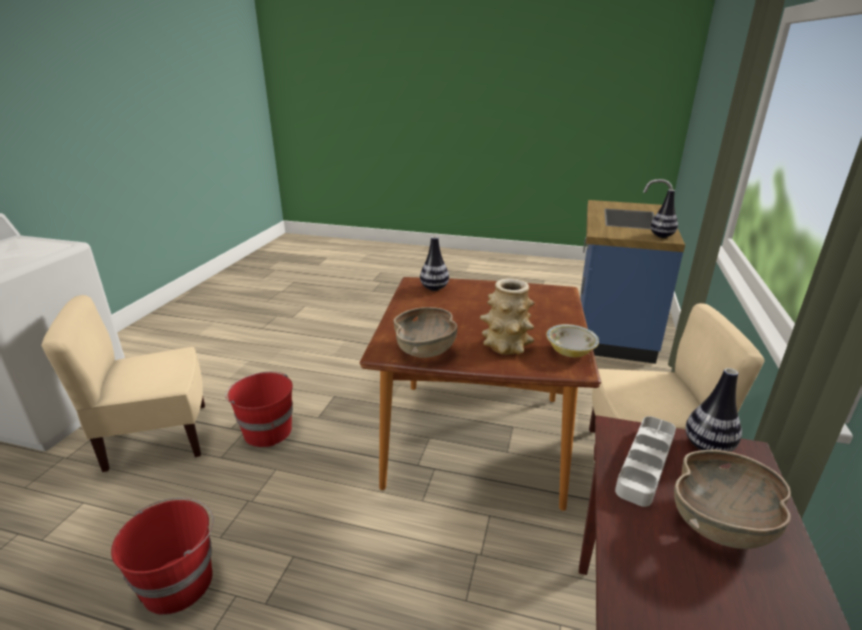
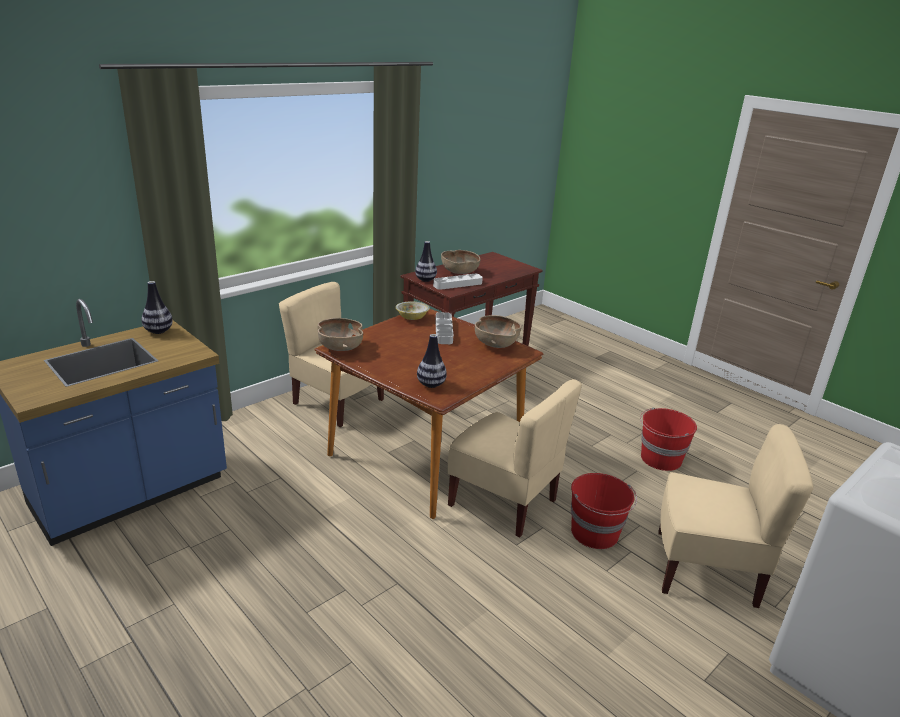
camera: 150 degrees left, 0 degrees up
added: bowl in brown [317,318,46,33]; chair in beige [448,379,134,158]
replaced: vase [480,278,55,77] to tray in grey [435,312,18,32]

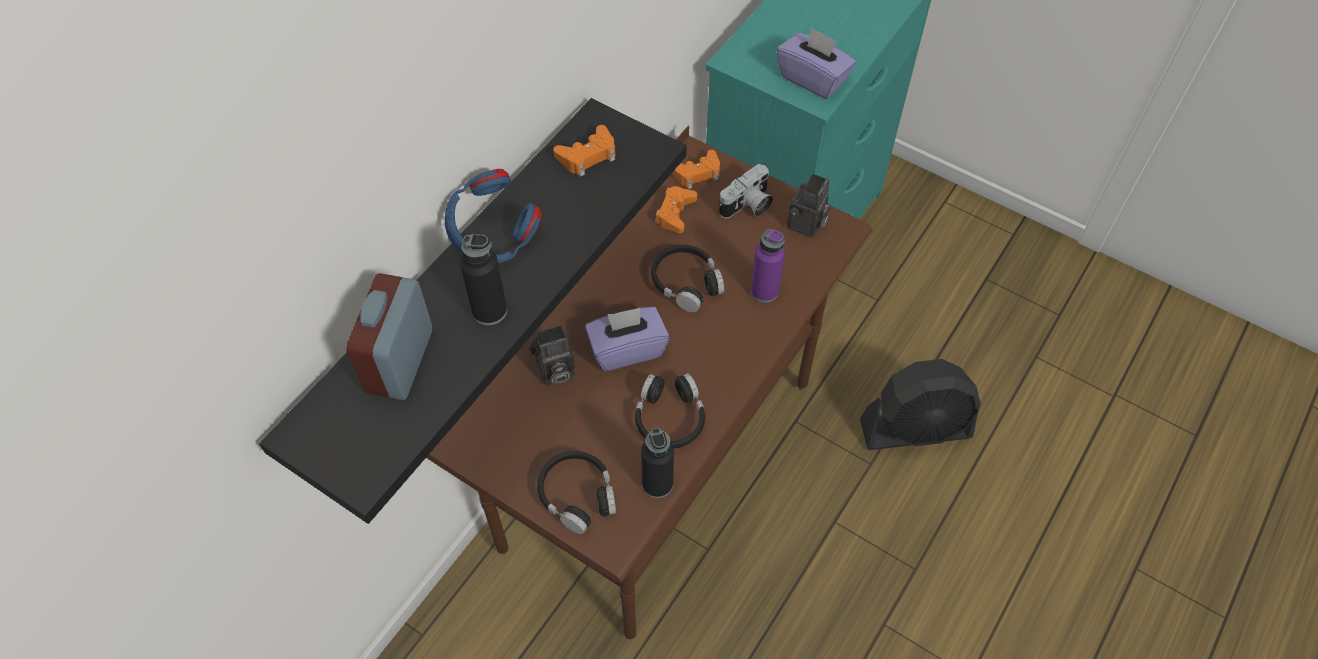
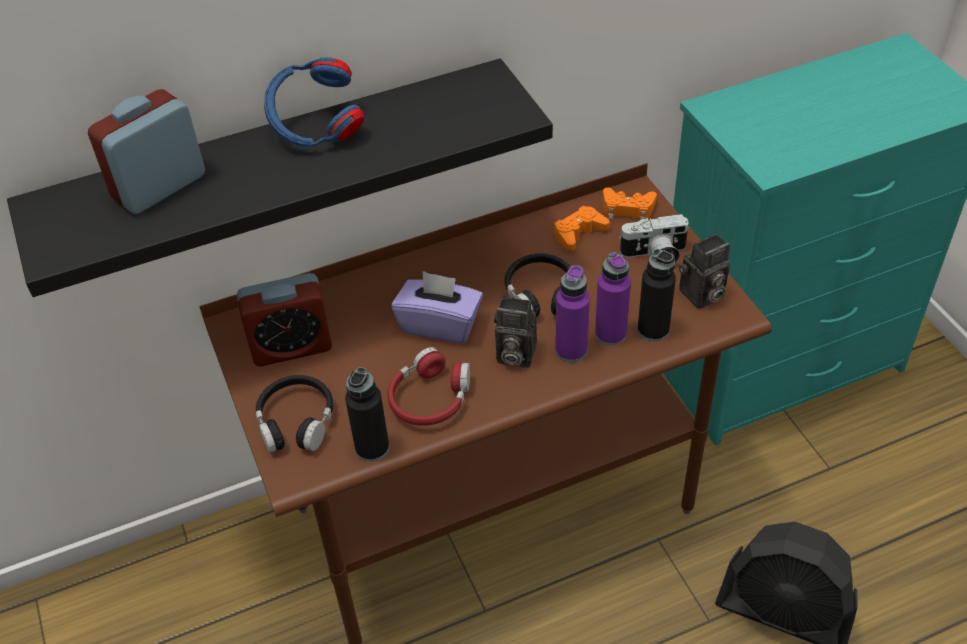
camera: 35 degrees right, 10 degrees down
removed: game controller in orange [553,125,62,52]; tissue box in purple [777,27,79,72]
added: alarm clock [237,273,95,93]; bottle in purple [555,265,35,97]
moved: bottle in black [460,233,47,92] to [638,249,38,93]; photo camera [528,325,47,60] to [494,296,43,72]
recoloured: headphones in black [635,373,70,75] to headphones in red [387,347,83,79]

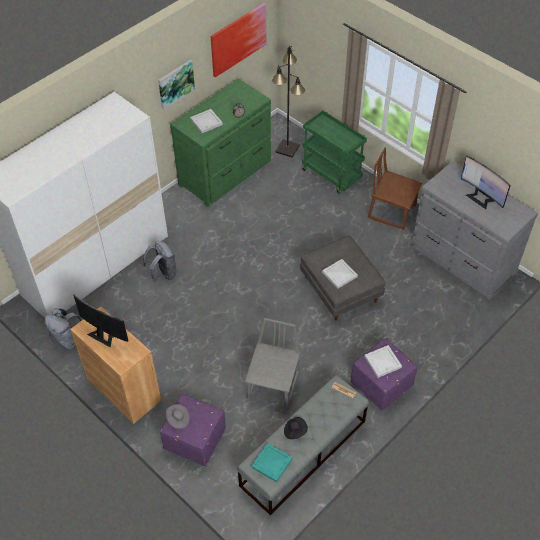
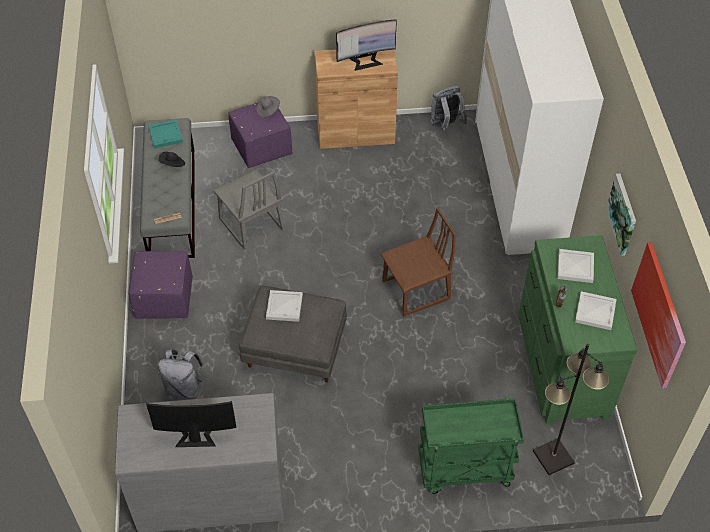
camera: 130 degrees right, 0 degrees up
moved: backpack in grey [143,241,33,41] to [158,349,45,50]; tray in white [364,345,38,33] to [575,291,41,39]; chair in brown [368,147,54,83] to [381,208,75,109]

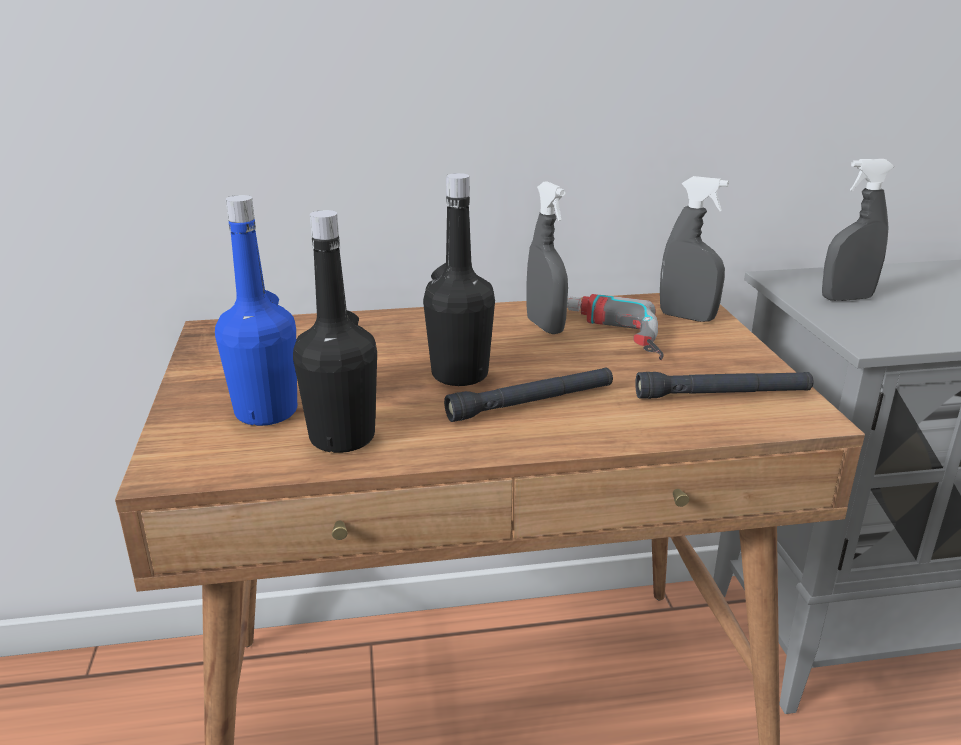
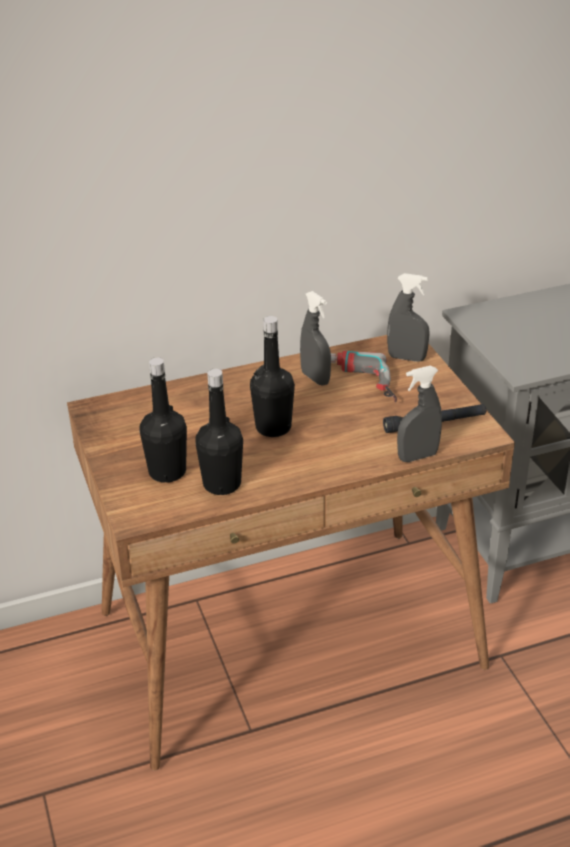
camera: 10 degrees left, 10 degrees up
removed: flashlight in black [444,368,169,54]
moved: spray bottle in grey [822,159,72,142] to [397,366,45,96]
recoloured: bottle in blue [215,195,82,231] to bottle in black [140,357,47,126]

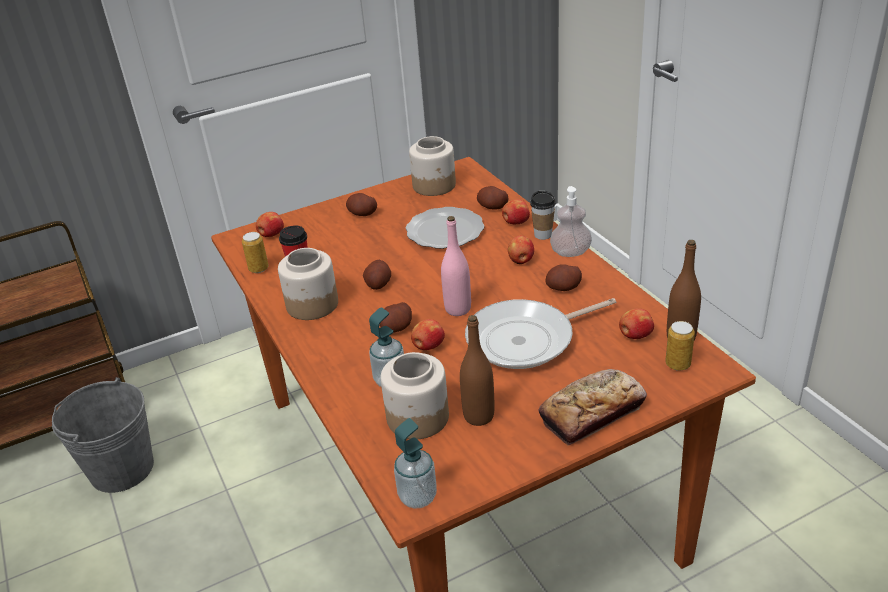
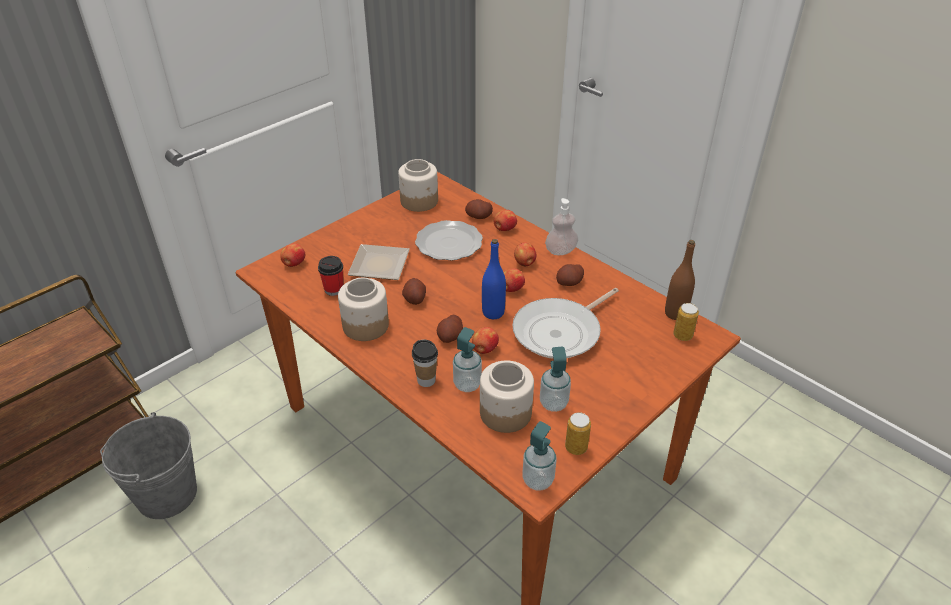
camera: 20 degrees left, 5 degrees up
removed: potato [346,193,31,23]; bread [538,369,109,77]
added: plate [347,244,63,36]
moved: can [242,232,27,41] to [565,412,26,43]; cup [530,191,26,49] to [412,340,26,47]; apple [619,308,35,31] to [503,268,22,24]
replaced: bottle in brown [460,315,34,111] to soap dispenser [540,346,31,66]
recoloured: bottle in pink [441,216,30,100] to bottle in blue [482,239,24,80]

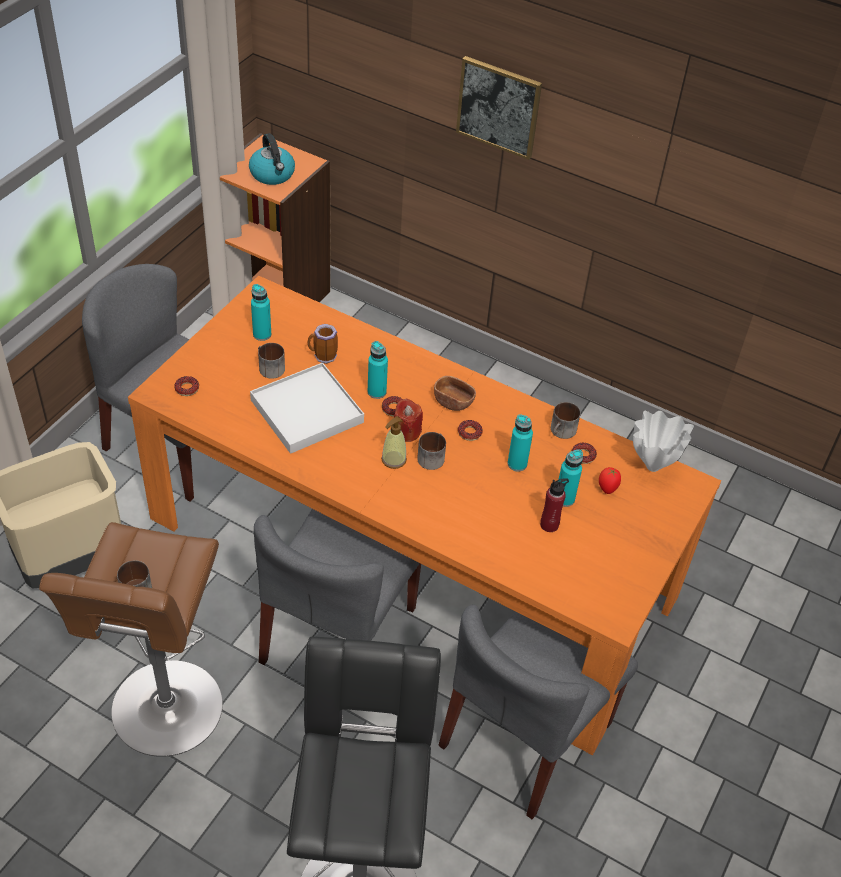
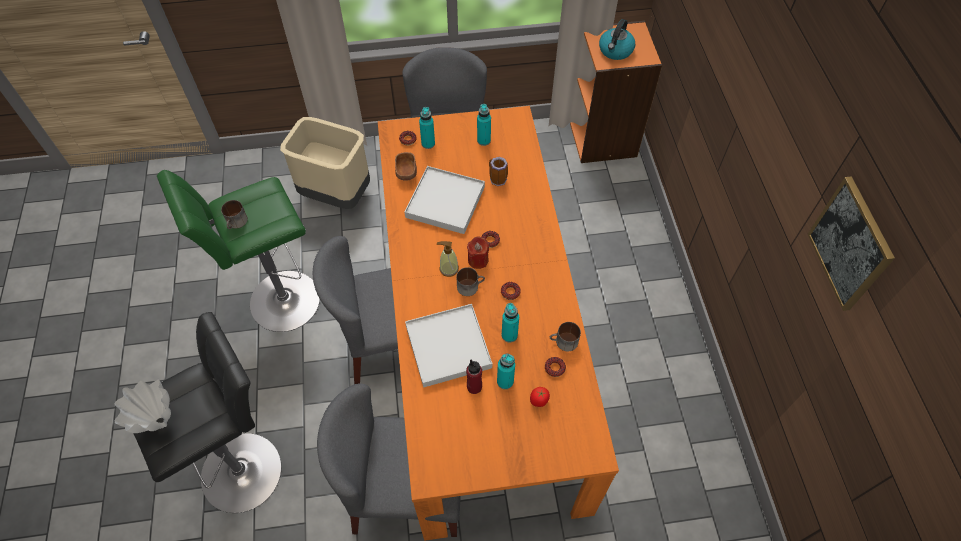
camera: 55 degrees right, 10 degrees up
removed: mug [258,343,27,36]
added: tray in white [405,304,87,84]
moved: bottle in turquoise [368,341,20,58] to [419,107,16,42]; bowl in brown [434,376,42,35] to [395,152,22,29]; picture [456,56,86,104] to [808,176,87,135]; vase in white [633,411,61,61] to [115,380,56,53]
recoloured: stool in brown [39,522,184,235] to stool in green [157,170,163,162]

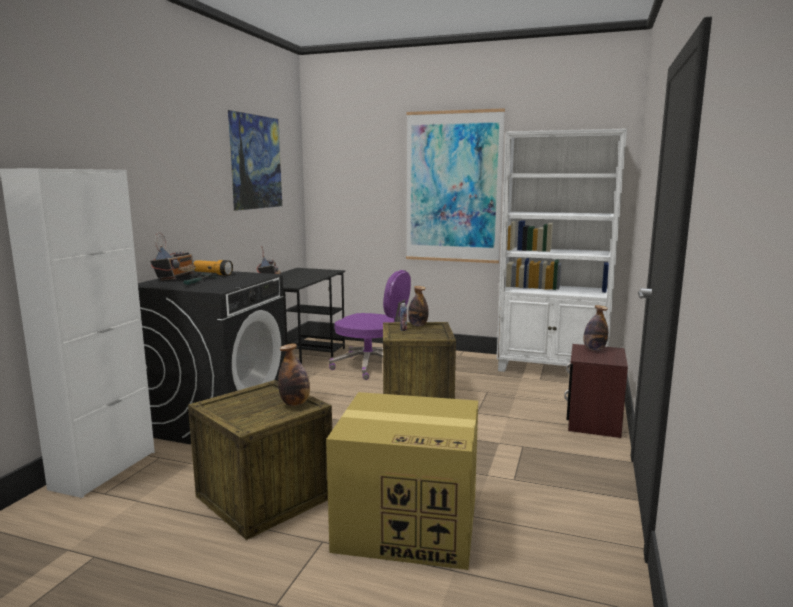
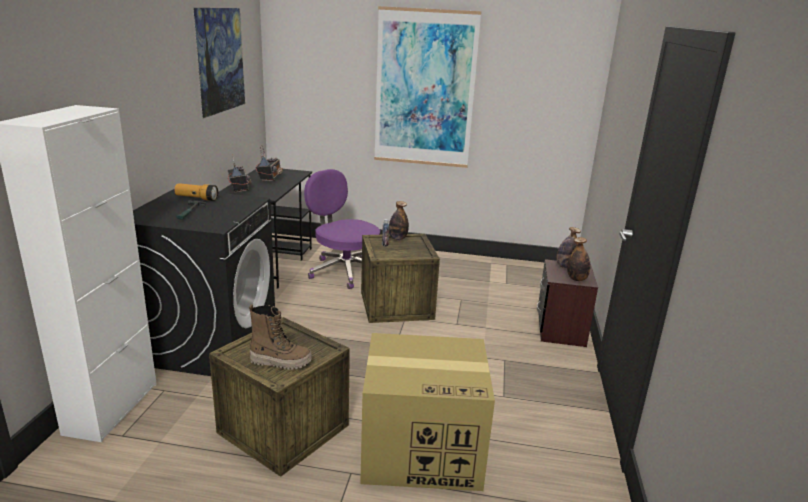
camera: 10 degrees left, 10 degrees up
removed: bookcase in white [497,129,130,243]
added: boot [249,304,63,66]
moved: radio [150,232,46,49] to [256,145,27,37]; bottle [278,343,32,63] to [567,237,23,44]
turned: office chair in purple [329,270,82,110] = [304,169,76,120] 150 degrees counterclockwise

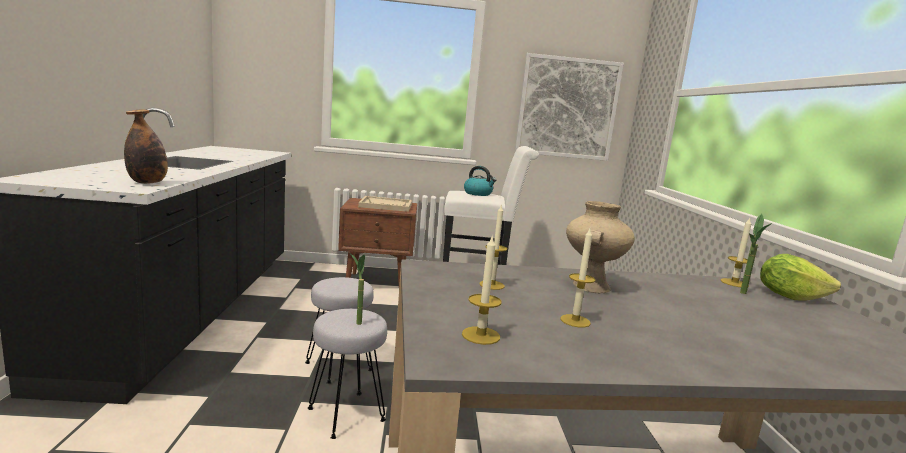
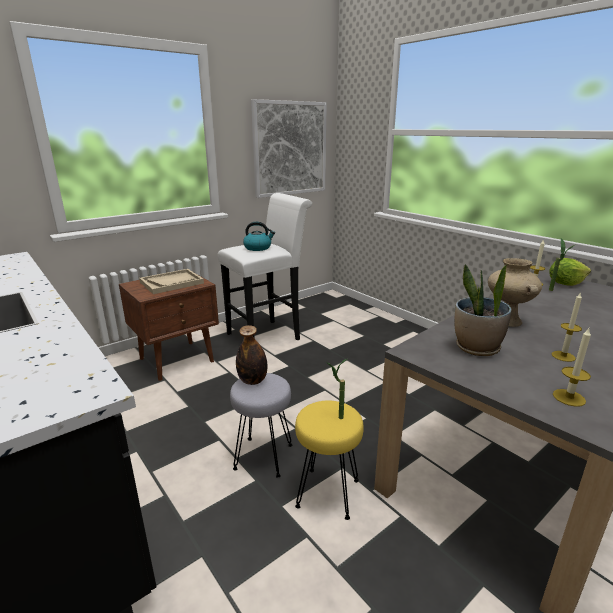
camera: 35 degrees left, 10 degrees up
moved: bottle [124,110,44,74] to [236,325,31,60]
replaced: candle [479,205,28,85] to potted plant [454,264,58,92]
recoloured: stool in grey [308,309,79,130] to stool in yellow [295,401,69,119]

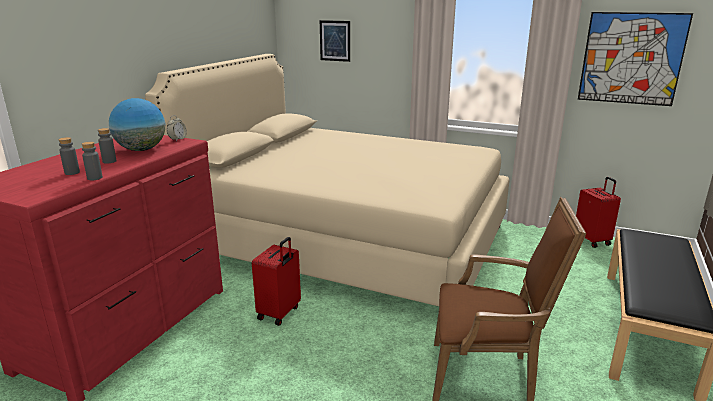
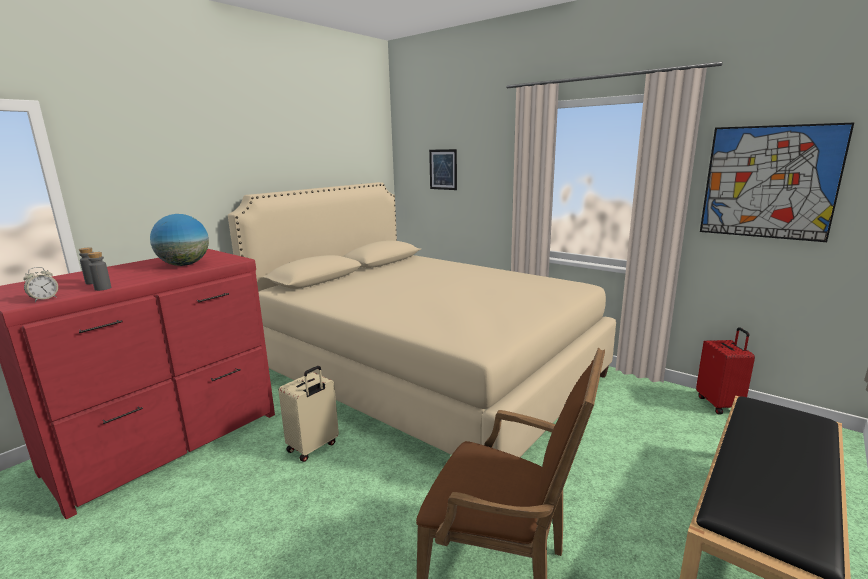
camera: 15 degrees right, 5 degrees down
removed: bottle in grey [98,128,18,36]
moved: alarm clock [167,115,20,26] to [23,267,35,35]
recoloured: suitcase in red [252,237,49,89] to suitcase in beige [278,366,61,96]

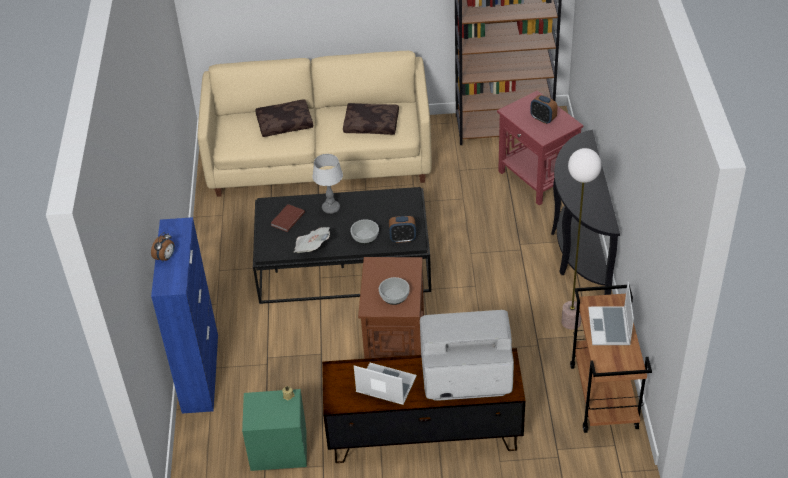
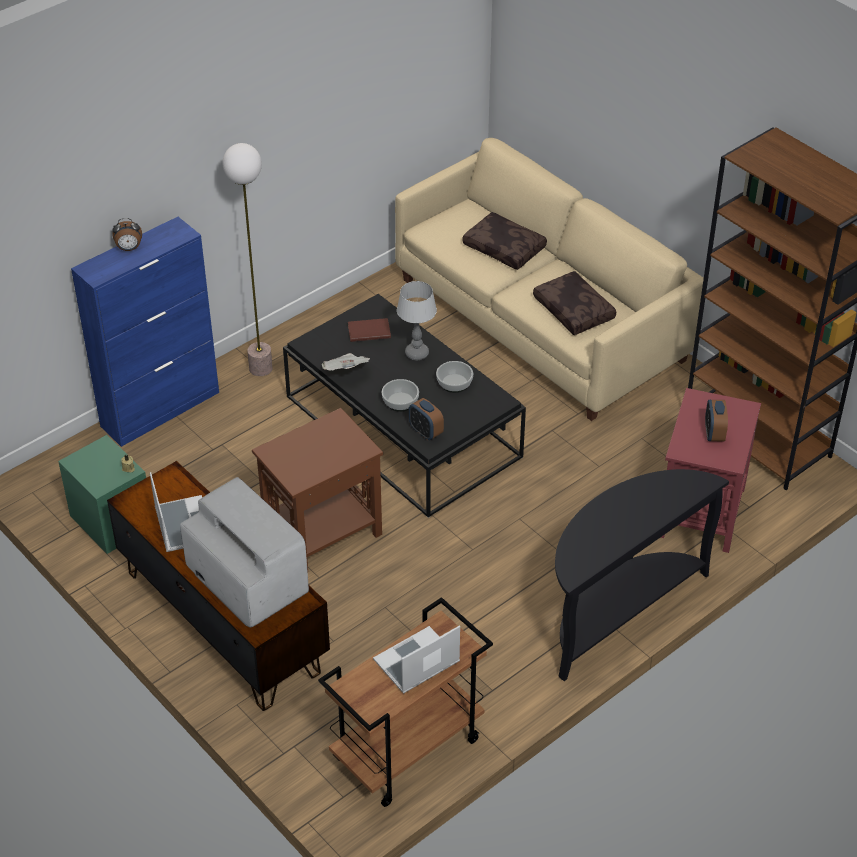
camera: 50 degrees right, 0 degrees up
moved: bowl [379,277,31,28] to [436,361,37,32]; floor lamp [561,148,41,181] to [223,143,50,233]

